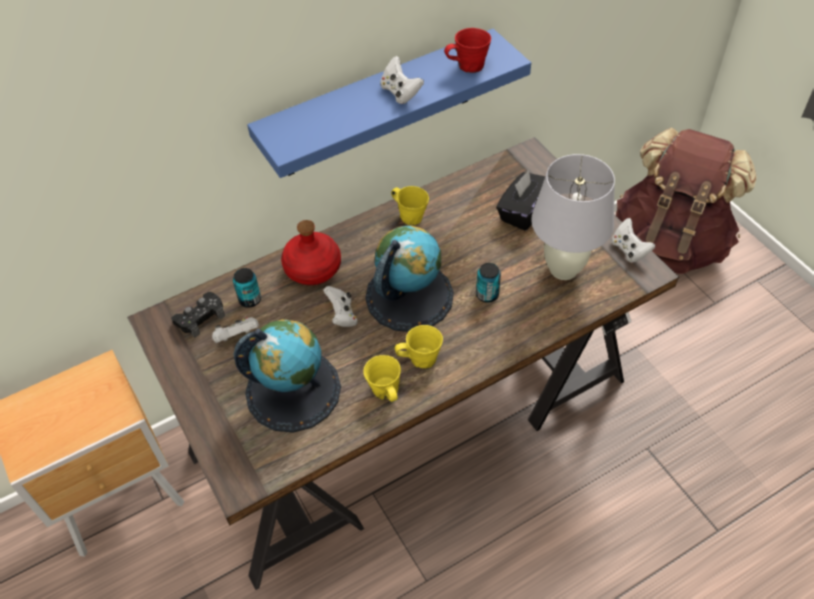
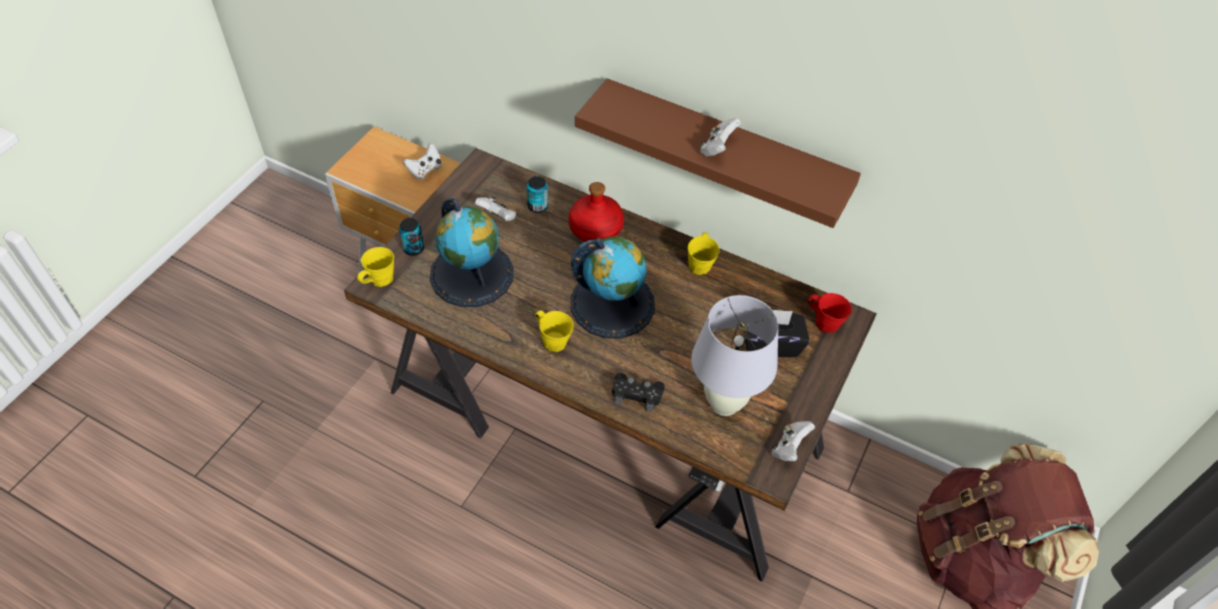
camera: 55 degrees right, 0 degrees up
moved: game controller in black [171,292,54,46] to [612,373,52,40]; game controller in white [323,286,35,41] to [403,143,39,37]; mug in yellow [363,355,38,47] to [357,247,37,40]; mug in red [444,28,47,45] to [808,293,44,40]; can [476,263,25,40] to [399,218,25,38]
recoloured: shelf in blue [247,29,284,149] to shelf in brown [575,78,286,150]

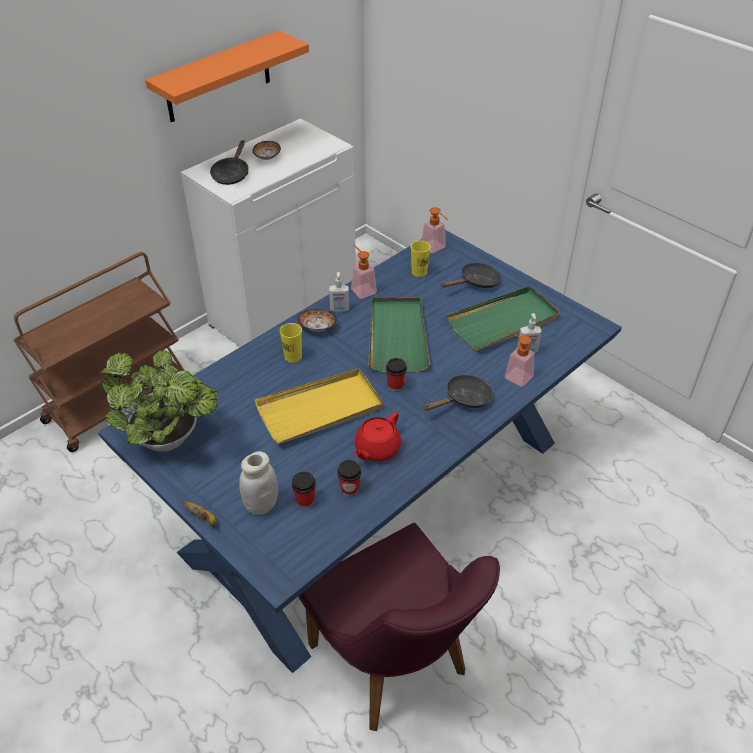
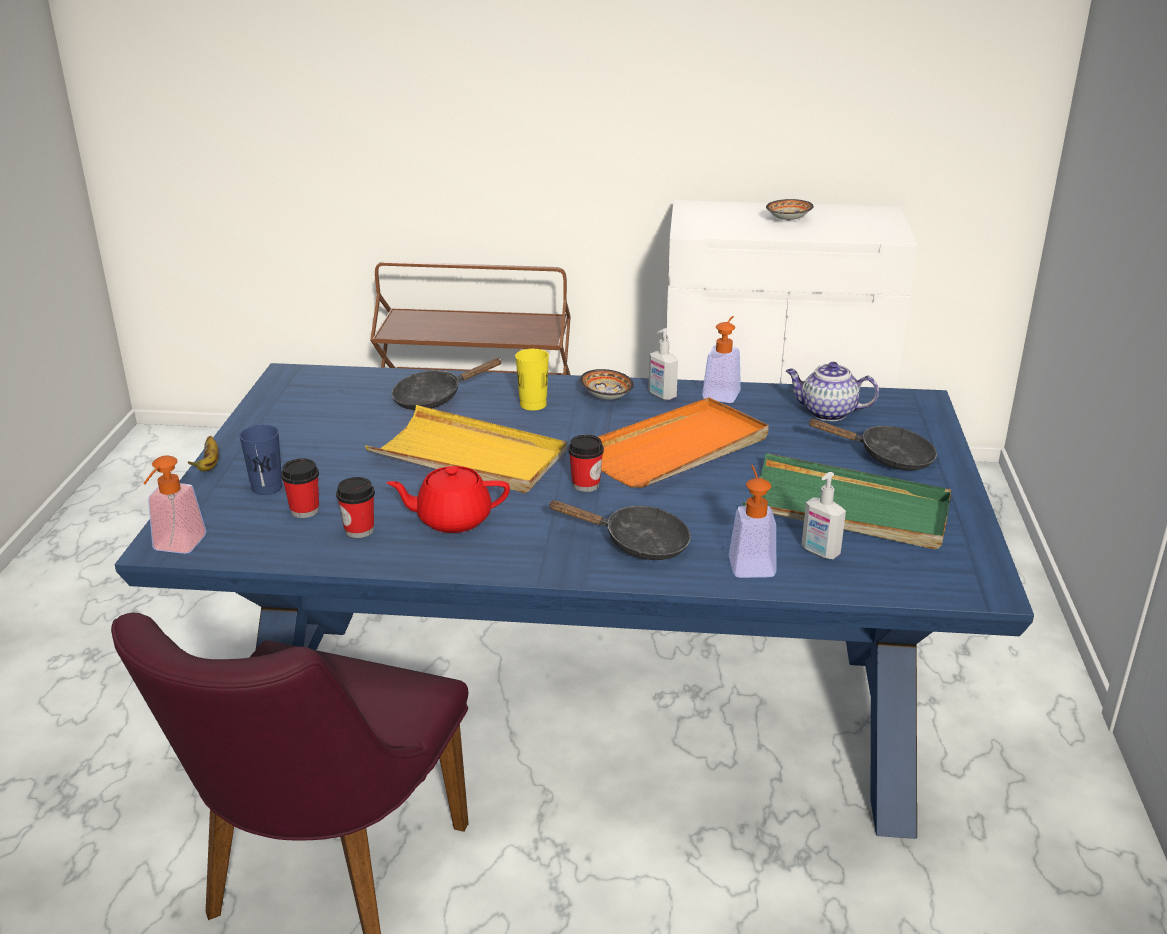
camera: 50 degrees right, 15 degrees down
removed: potted plant [97,350,120,102]; shelf in orange [145,30,164,92]
moved: frying pan in black [210,140,38,45] to [392,358,110,52]; soap dispenser [421,207,27,46] to [143,456,63,98]
replaced: jar in white [239,451,39,64] to cup in blue [239,425,43,70]; cup in yellow [411,241,20,36] to teapot [786,362,93,59]
recoloured: tray in green [368,297,62,76] to tray in orange [598,397,171,91]

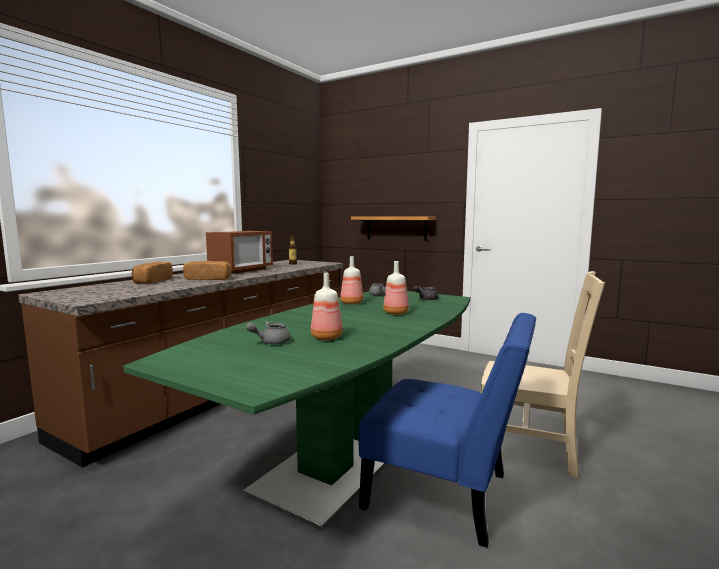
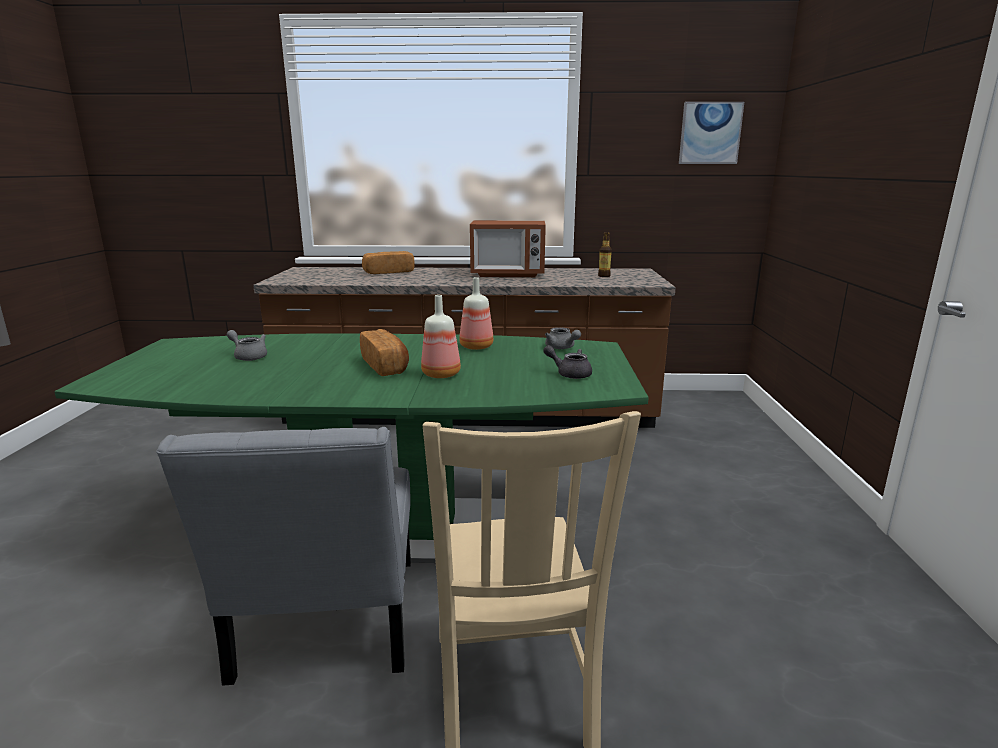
camera: 60 degrees right, 10 degrees up
removed: bottle [311,273,32,67]; shelf [351,216,85,25]
added: picture [679,102,65,62]
moved: bread [183,261,49,19] to [360,329,49,47]
recoloured: chair in blue [358,313,178,235] to chair in grey [156,427,255,259]

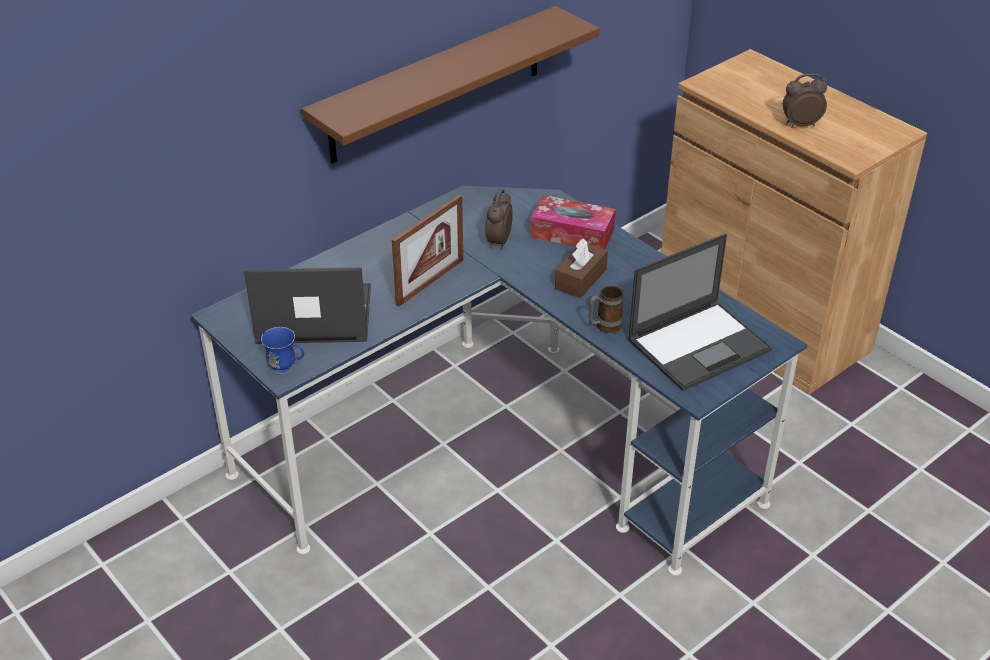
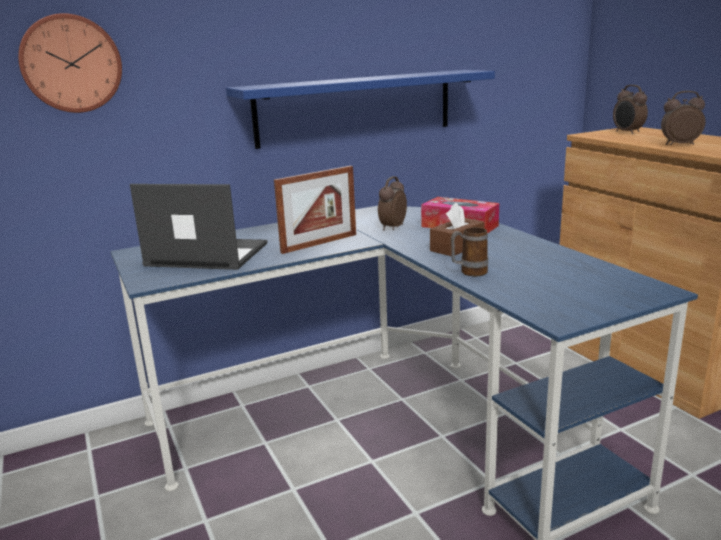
camera: 15 degrees right, 20 degrees down
removed: mug in blue [261,327,43,47]; laptop [628,234,144,157]
added: wall clock [18,13,104,100]; alarm clock [613,85,35,49]
recoloured: shelf in brown [302,6,298,158] to shelf in blue [226,70,269,79]

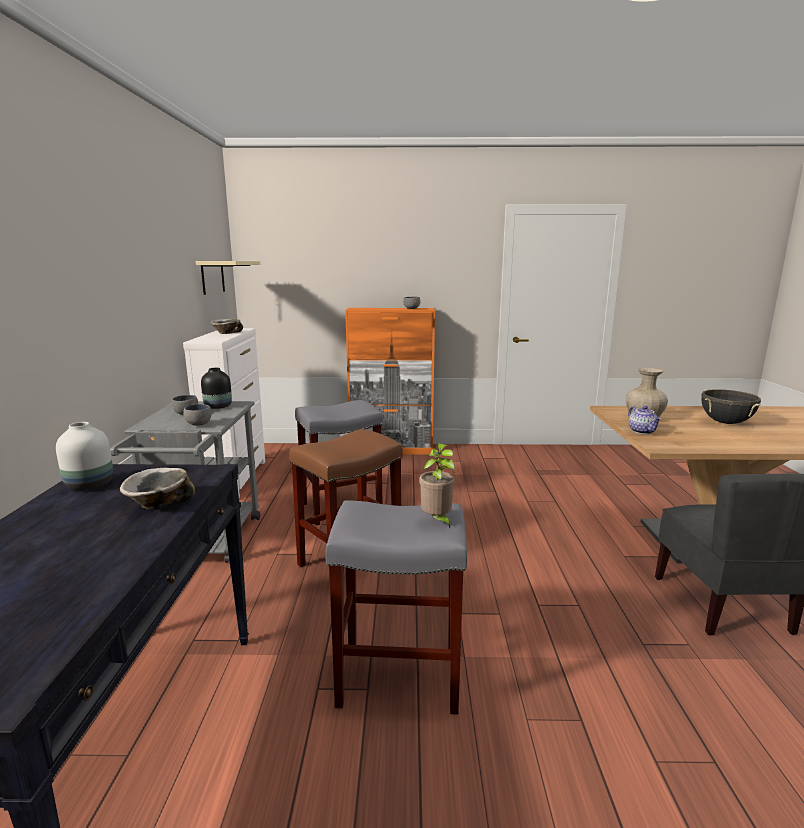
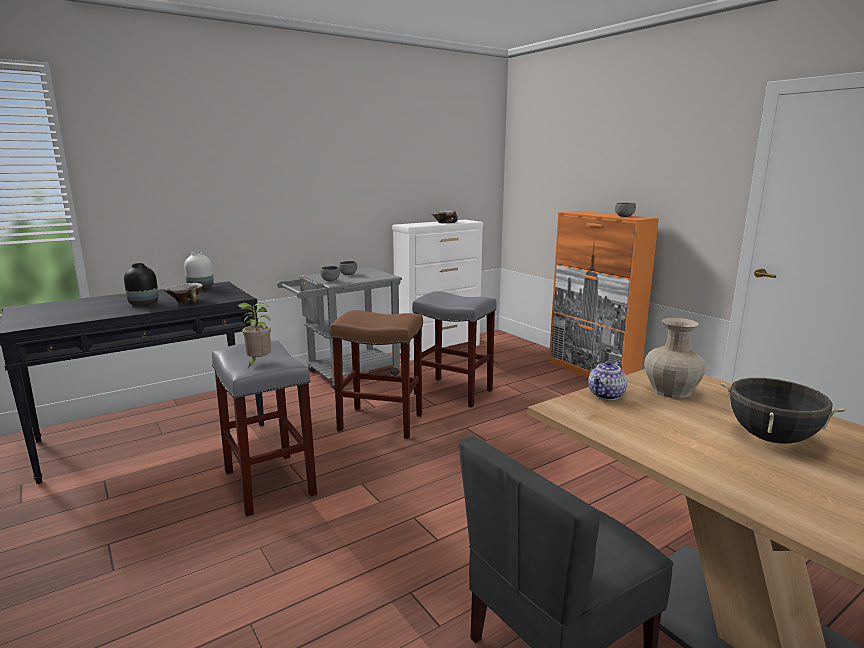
camera: 55 degrees right, 0 degrees up
removed: shelf in beige [196,261,64,34]
moved: vase in black [201,368,31,41] to [124,263,35,43]

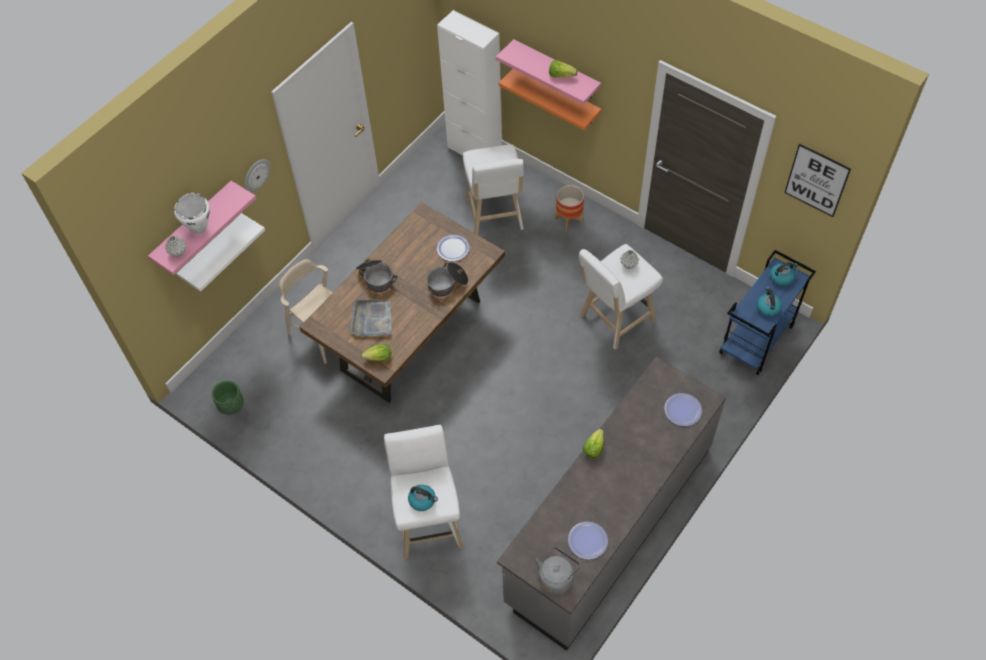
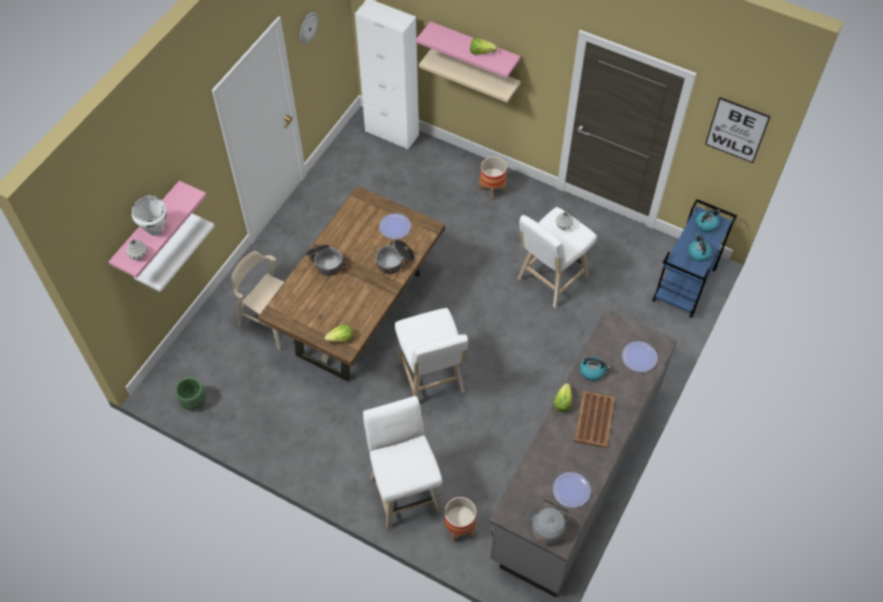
camera: 10 degrees left, 0 degrees up
removed: tray in grey [350,299,41,37]
added: planter [444,497,33,46]; tray in brown [574,391,41,57]
moved: wall clock [245,159,25,33] to [300,12,19,32]; kettle [408,485,30,26] to [580,356,30,25]; stool in white [463,145,61,90] to [395,308,73,90]
recoloured: shelf in orange [499,69,102,61] to shelf in beige [419,49,102,53]

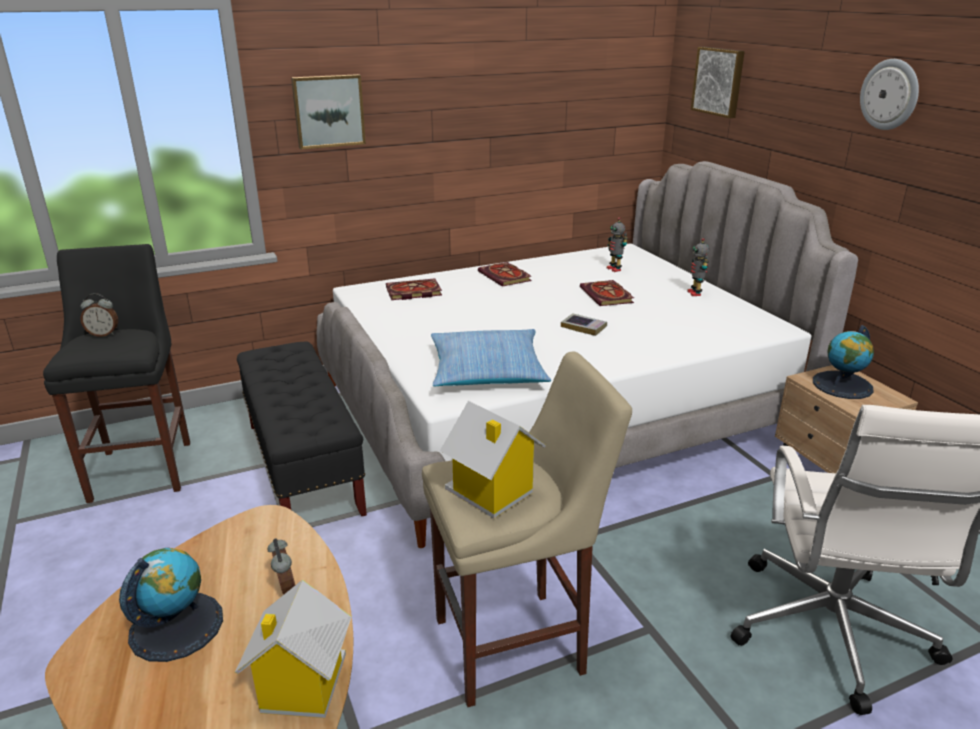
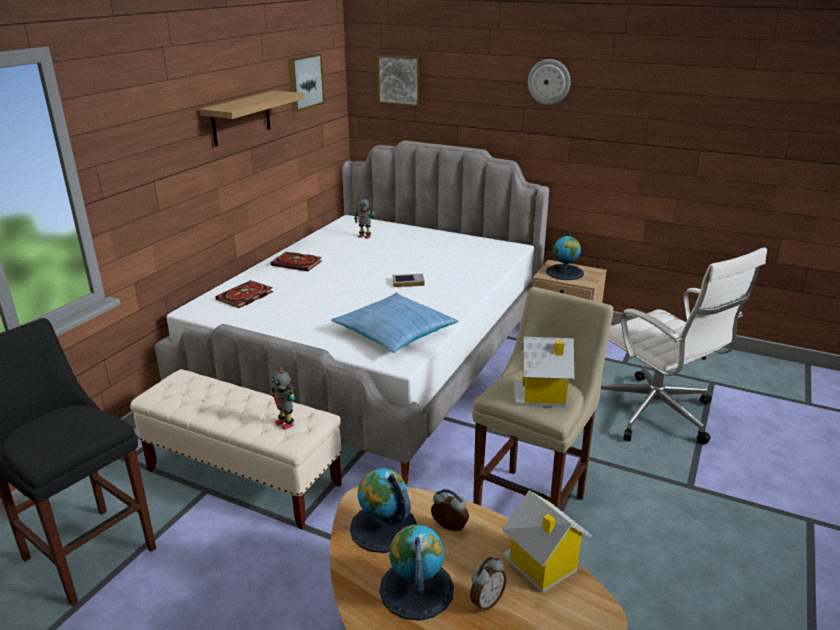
camera: 40 degrees left, 0 degrees up
removed: book [580,280,54,26]
added: shelf [199,90,105,57]; globe [350,468,67,85]
moved: alarm clock [80,293,38,44] to [470,557,37,55]; picture [291,74,75,75] to [288,53,37,59]; toy robot [687,238,22,58] to [271,367,24,63]
recoloured: bench in black [237,342,130,174] to bench in beige [130,369,212,160]

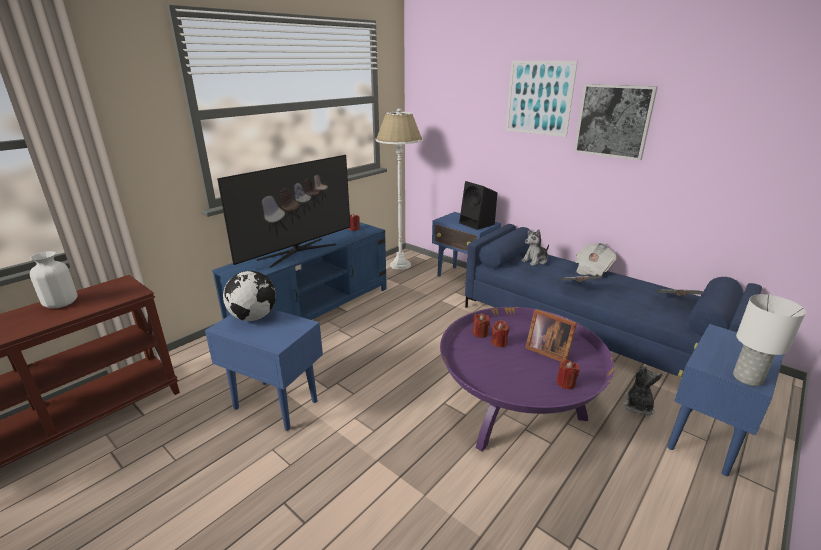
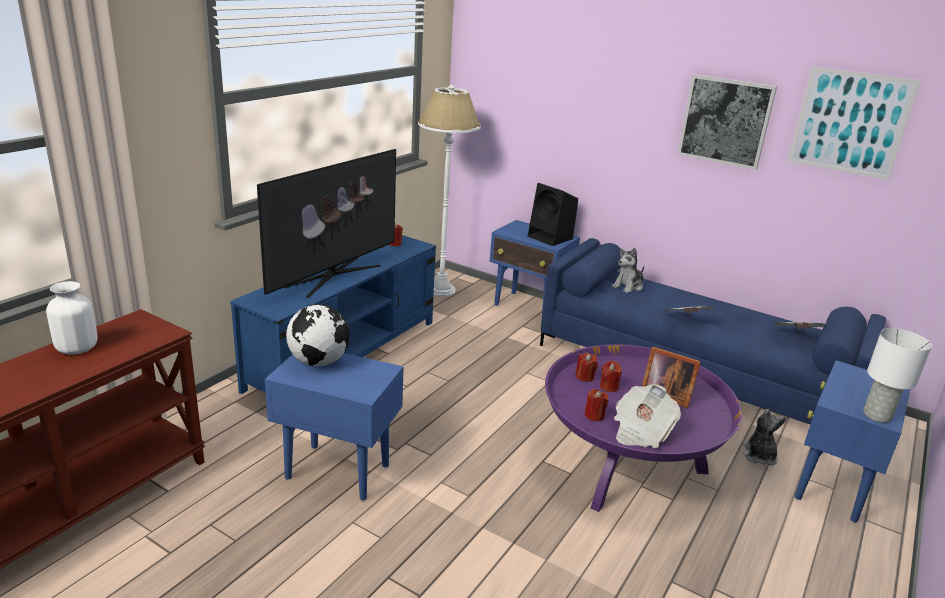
camera: 10 degrees left, 0 degrees up
moved: picture [506,61,72,76] to [788,66,133,114]; candle in red [556,359,24,30] to [584,389,25,32]; newspaper [575,243,41,33] to [614,384,67,64]

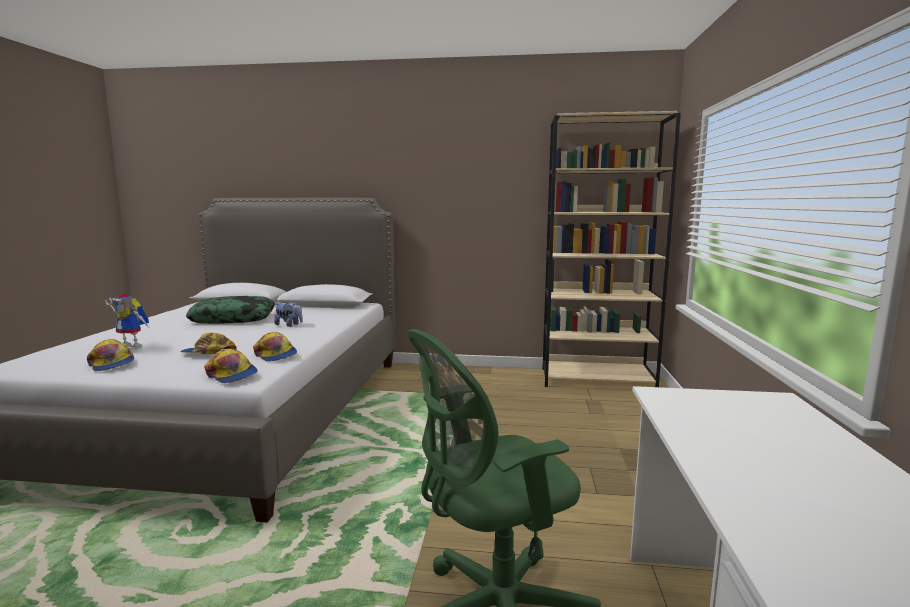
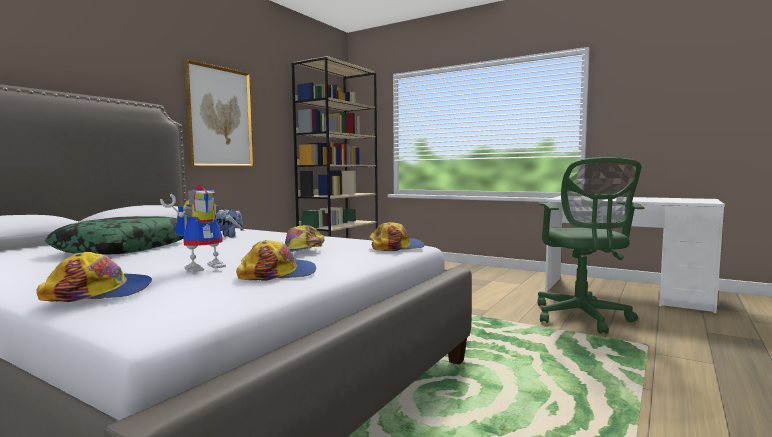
camera: 65 degrees left, 5 degrees down
added: picture [184,59,70,108]
moved: cap [253,332,44,30] to [36,252,116,50]

